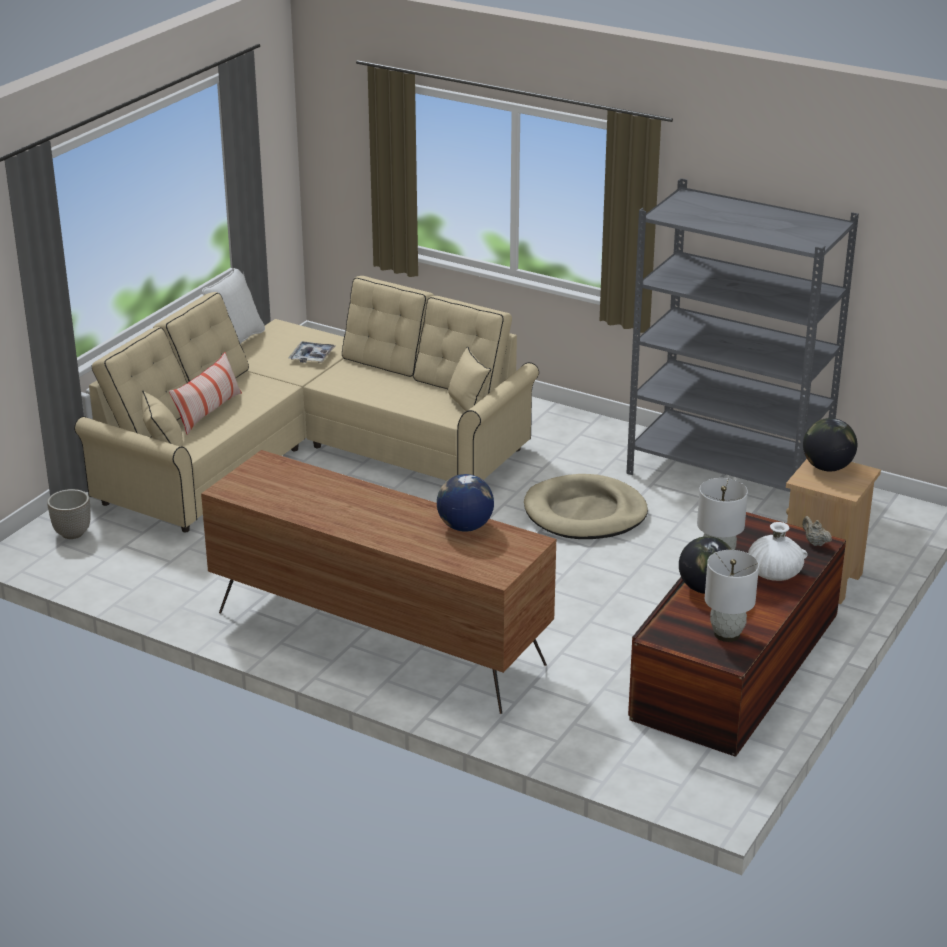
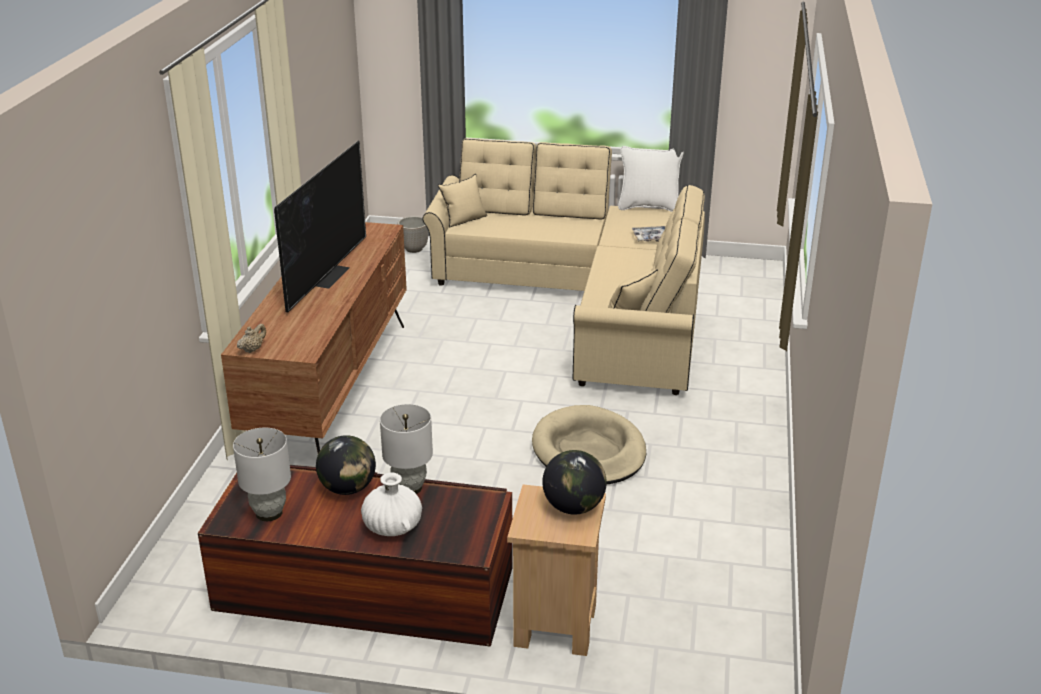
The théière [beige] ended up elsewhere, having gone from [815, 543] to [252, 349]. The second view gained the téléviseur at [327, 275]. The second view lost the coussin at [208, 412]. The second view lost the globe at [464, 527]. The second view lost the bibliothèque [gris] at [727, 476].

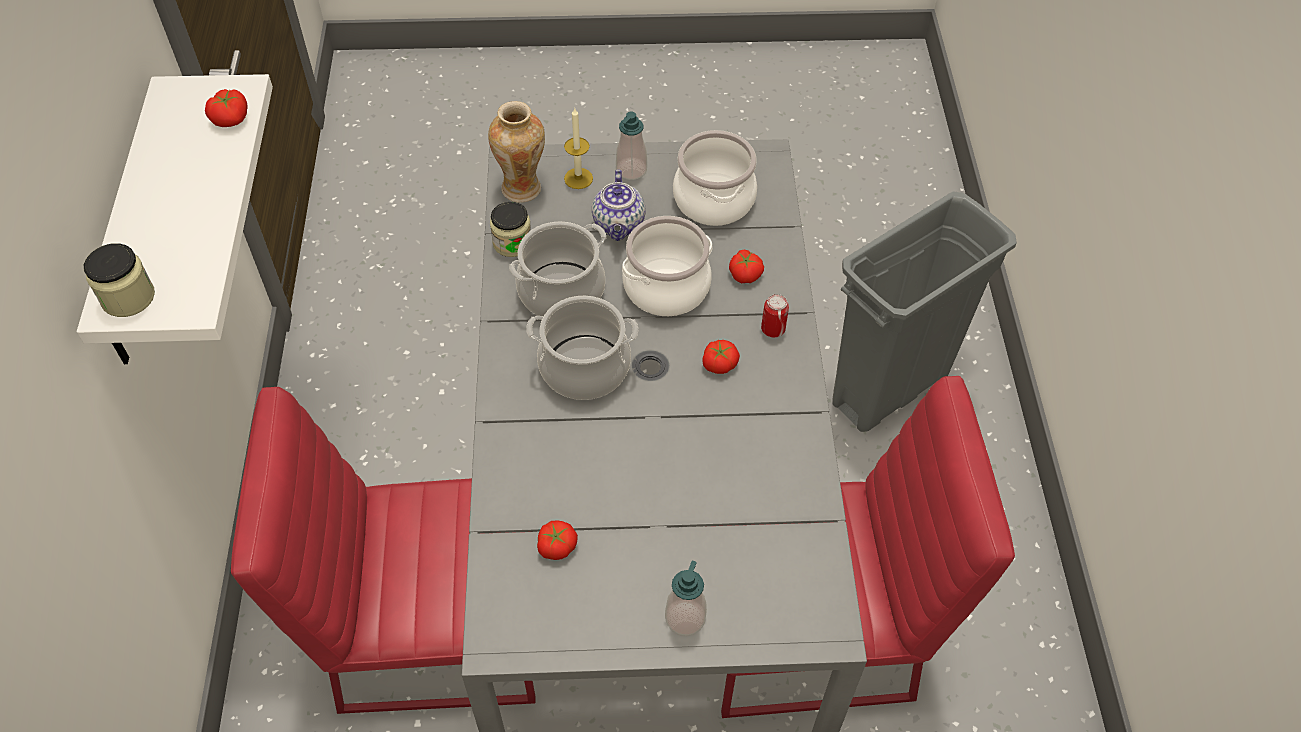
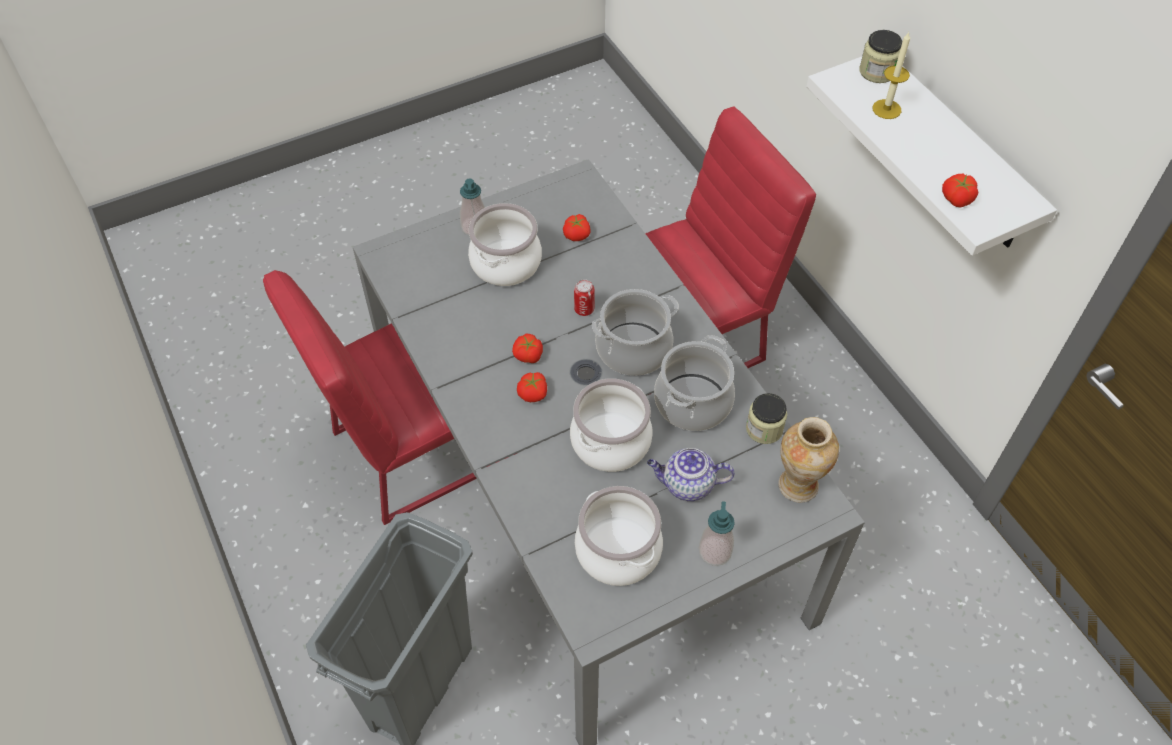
The second view gained the marmite at [506, 263]. The tomate ended up elsewhere, having gone from [745, 274] to [528, 355]. The boîte métallique ended up elsewhere, having gone from [773, 329] to [584, 309]. The théière at [619, 225] ended up facing another way, 60 degrees counterclockwise from before. The bougie ended up elsewhere, having gone from [578, 178] to [886, 109].

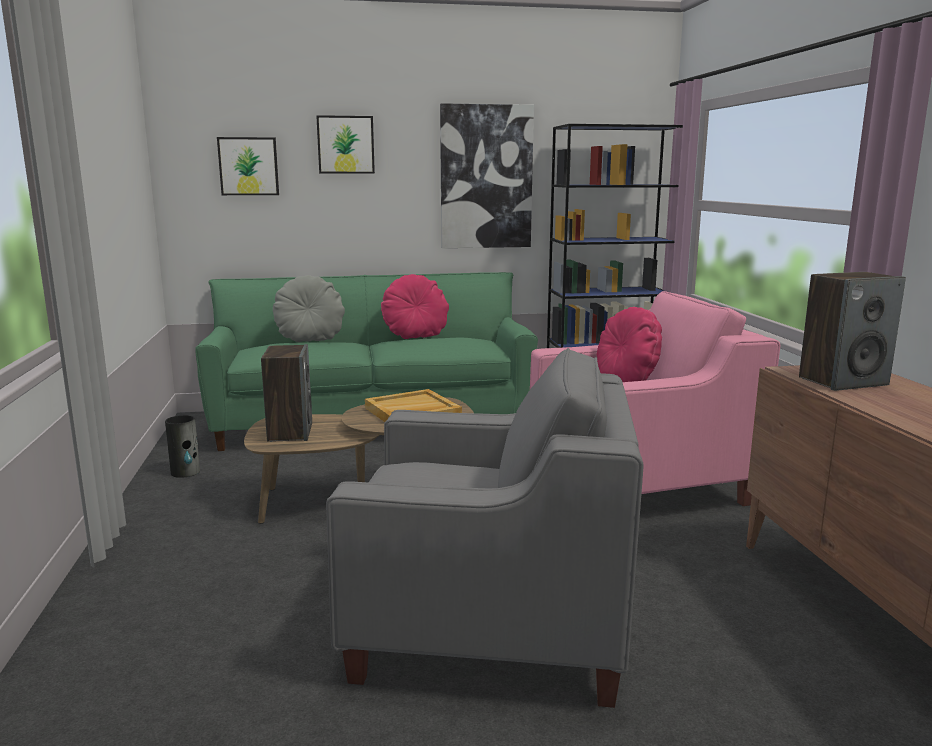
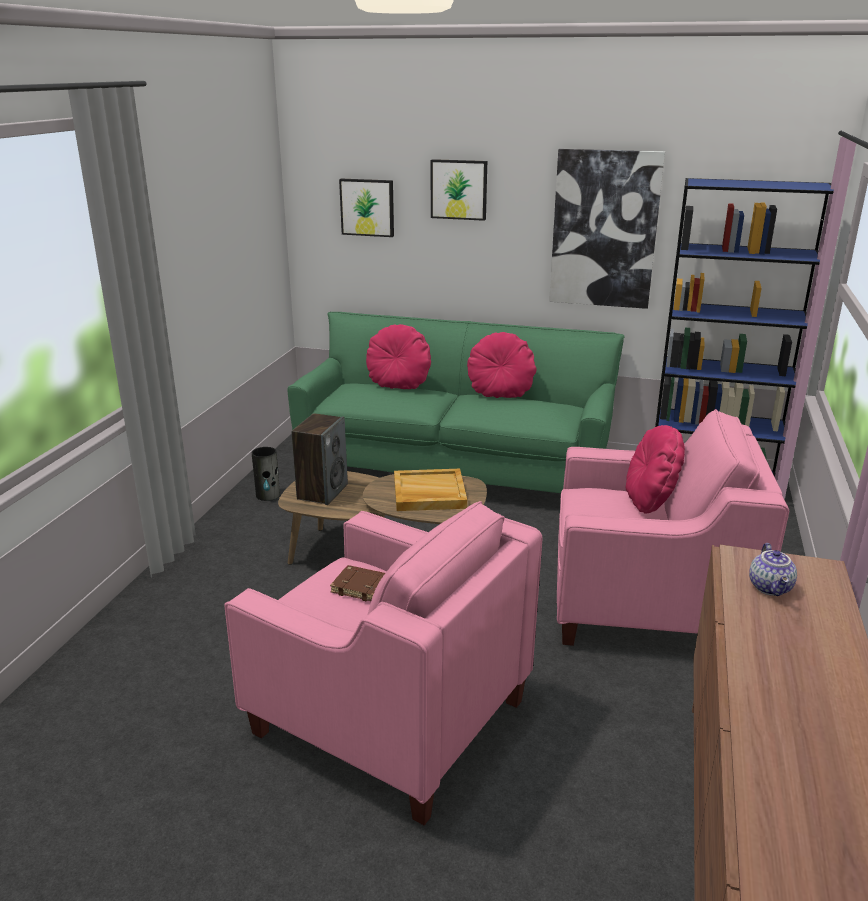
What was the fauteuil [gris] at [490, 625] turned into the fauteuil [rose] at [389, 718]. The second view gained the livre [marron] at [362, 587]. What was the coussin [gris] at [310, 340] turned into the coussin [rose] at [399, 386]. Where the enceinte stood at [843, 381], the théière came to stand at [771, 588].

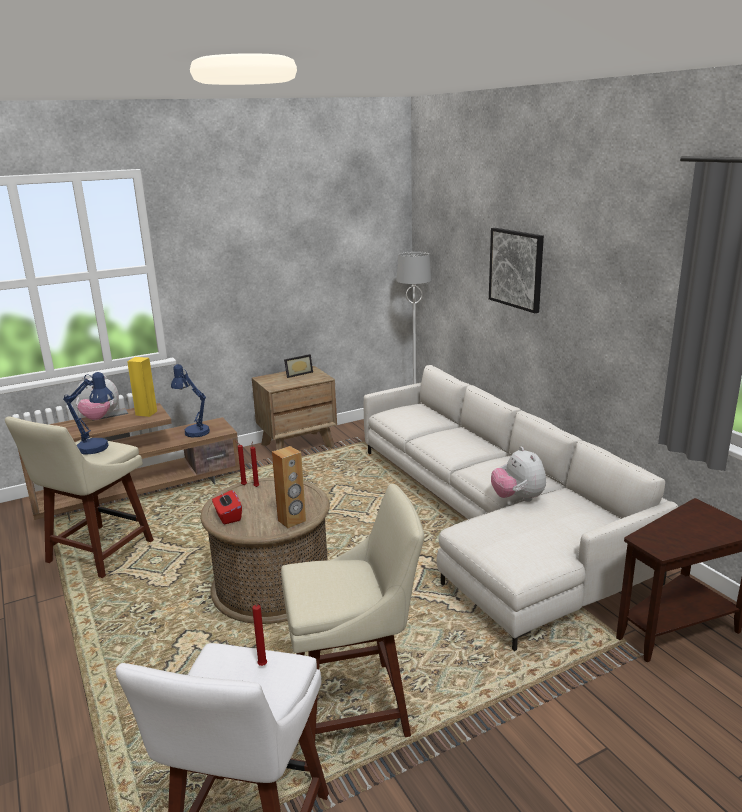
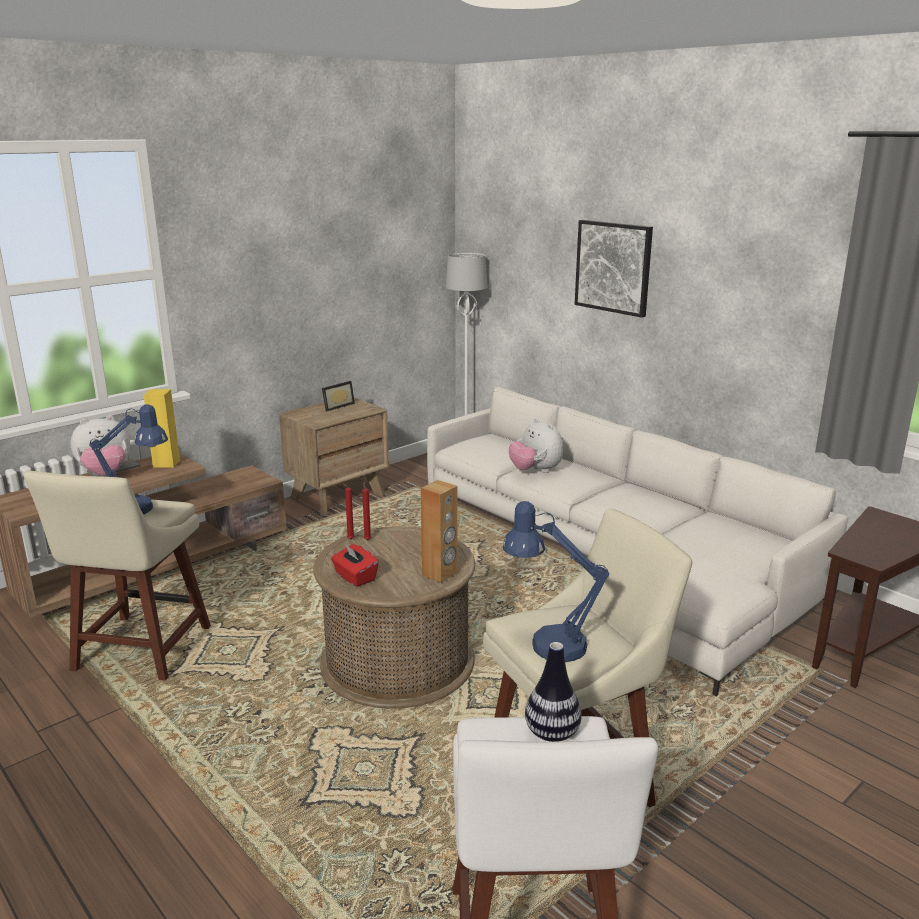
The lampe de table [bleu] ended up elsewhere, having gone from [193, 431] to [547, 643]. The peluche ended up elsewhere, having gone from [518, 498] to [535, 471]. Where the bougie [rouge] stood at [264, 665], the vase came to stand at [552, 733].

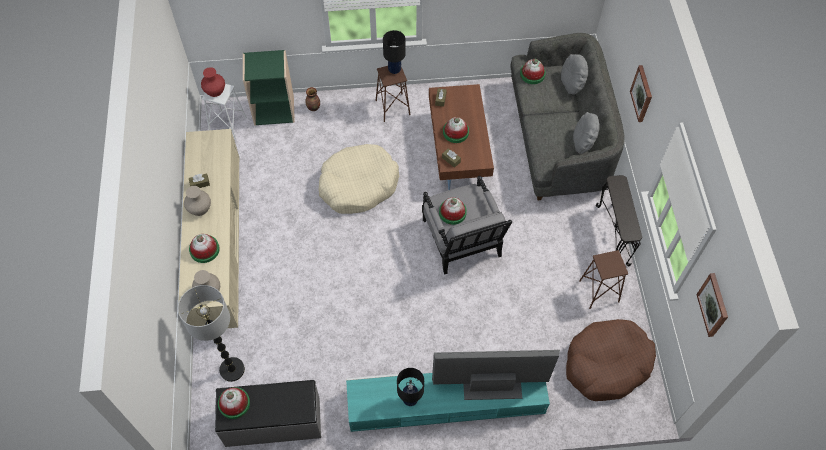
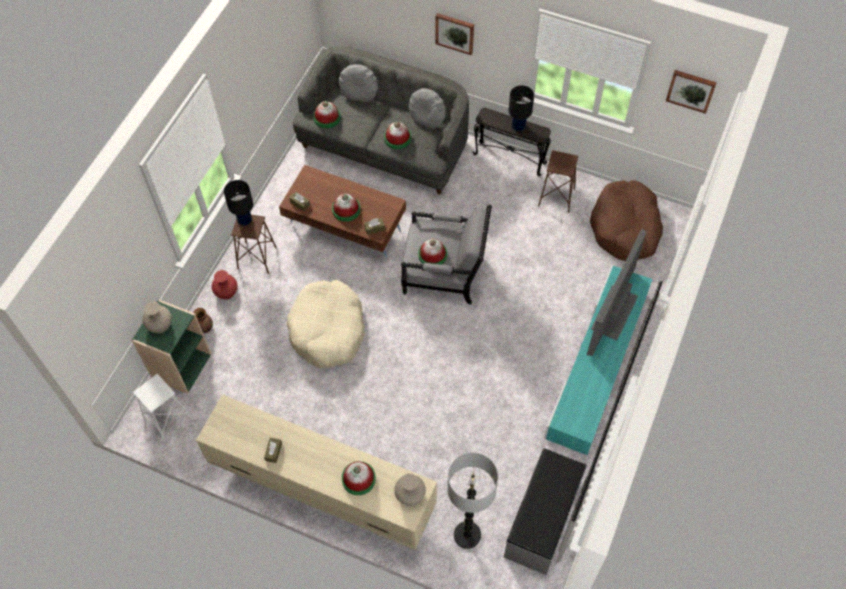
The vase [beige] ended up elsewhere, having gone from [199, 208] to [159, 324]. The vase [rouge] ended up elsewhere, having gone from [215, 90] to [226, 291]. The chapeau ended up elsewhere, having gone from [234, 403] to [397, 138]. The lampe de table [noir] ended up elsewhere, having gone from [410, 399] to [518, 127].

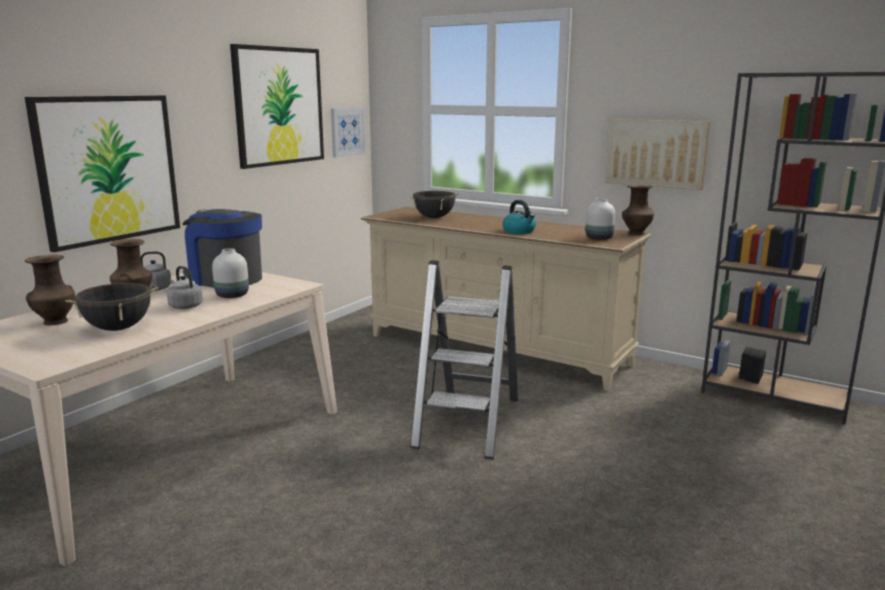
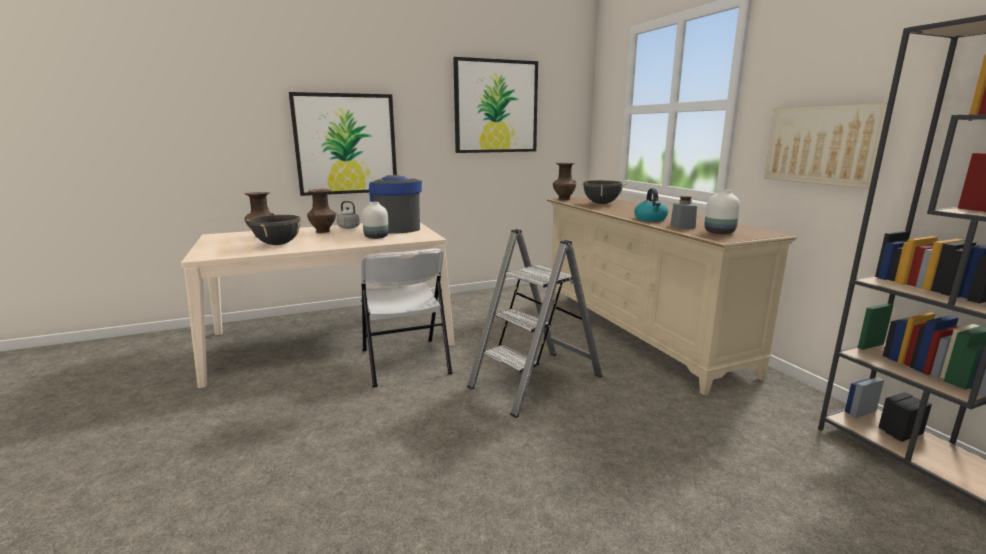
The second view gained the chaise [blanc] at [404, 362]. The vase [marron] ended up elsewhere, having gone from [636, 233] to [563, 199]. The second view gained the bocal [gris] at [682, 226]. The second view lost the bouilloire [gris] at [184, 306]. The second view lost the tableau at [347, 132].

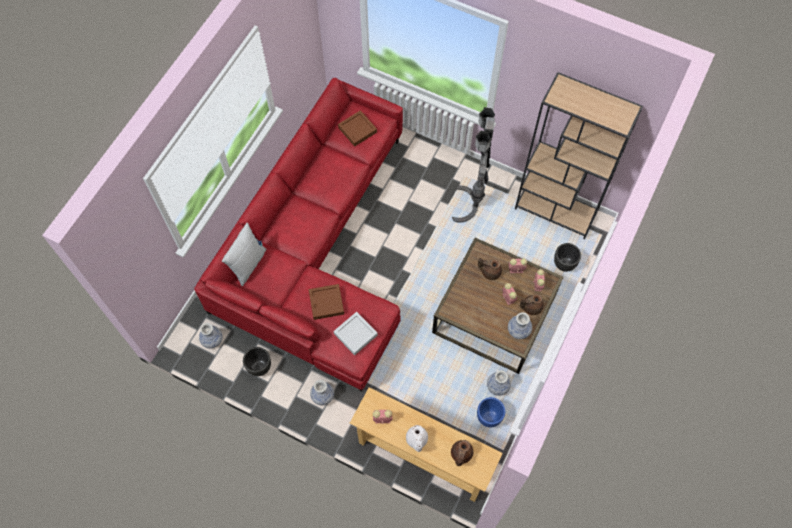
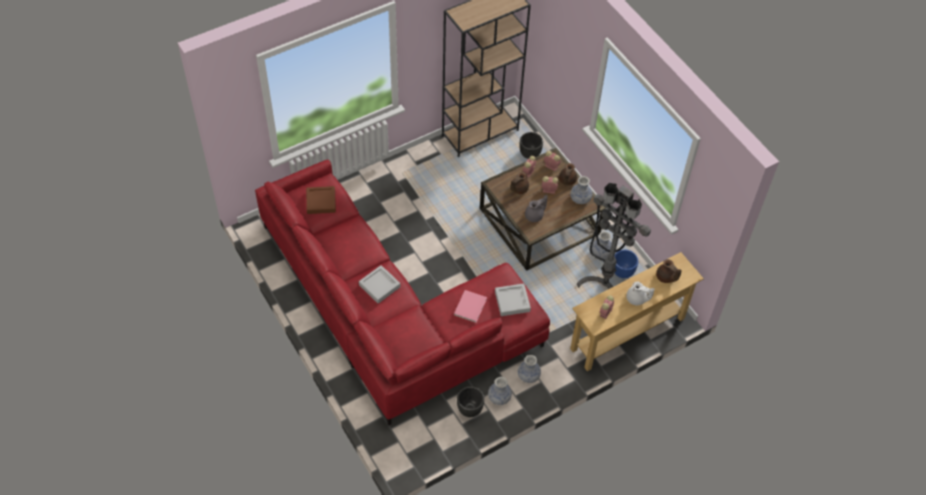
The second view gained the plateau [gris] at [379, 286]. Where the plateau [marron] stood at [326, 303], the livre [rose] came to stand at [469, 307]. The vase ended up elsewhere, having gone from [212, 340] to [499, 397]. The second view gained the théière [gris] at [535, 216]. The lampadaire [gris] ended up elsewhere, having gone from [472, 206] to [603, 285]. The second view lost the coussin [gris] at [248, 264].

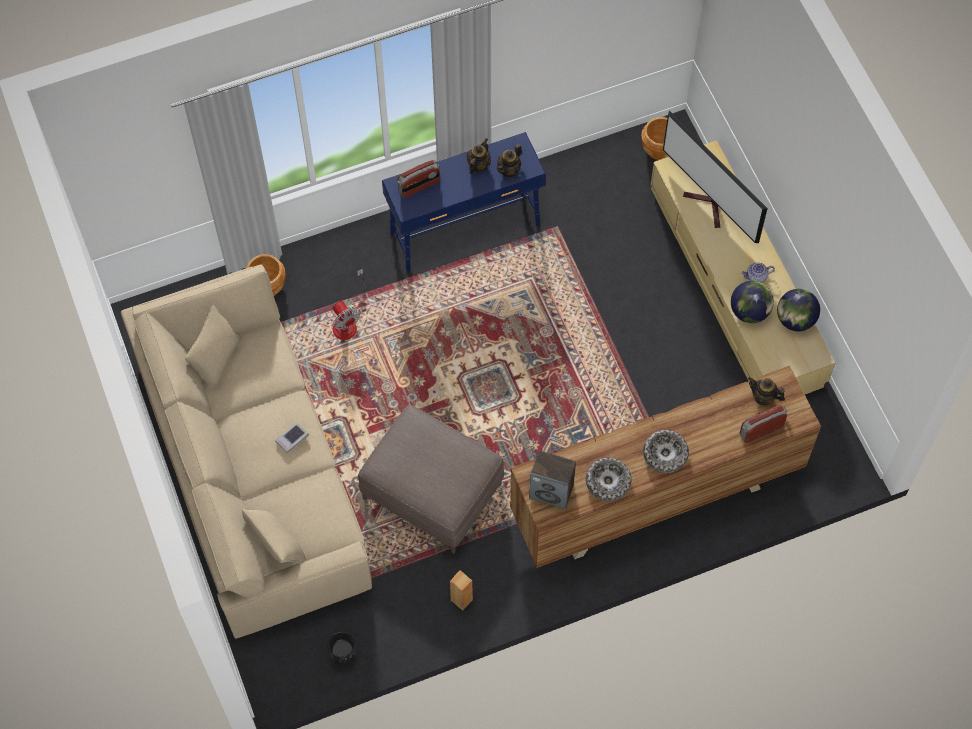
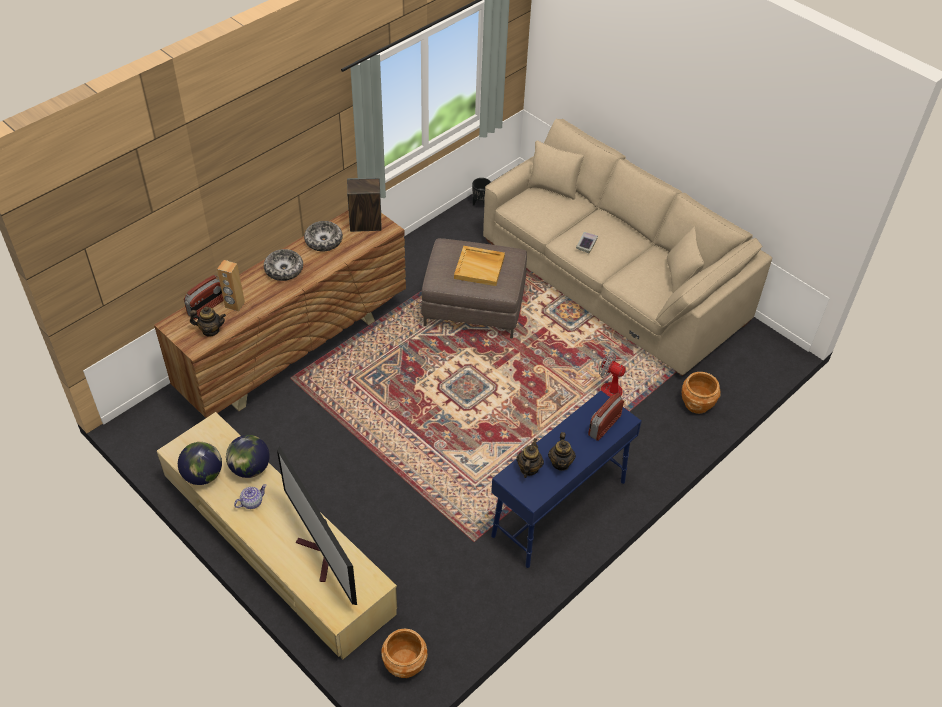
The enceinte [marron] ended up elsewhere, having gone from [462, 600] to [234, 305]. The téléviseur at [709, 206] ended up facing another way, 150 degrees counterclockwise from before. The second view gained the plateau [beige] at [480, 267].

